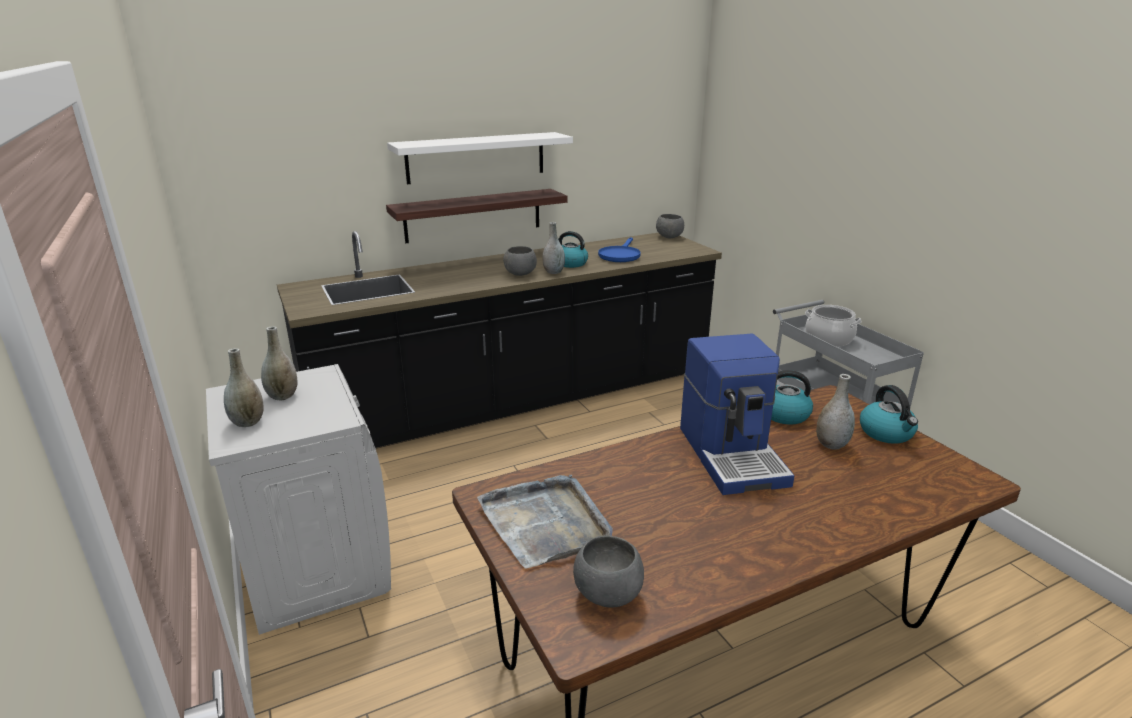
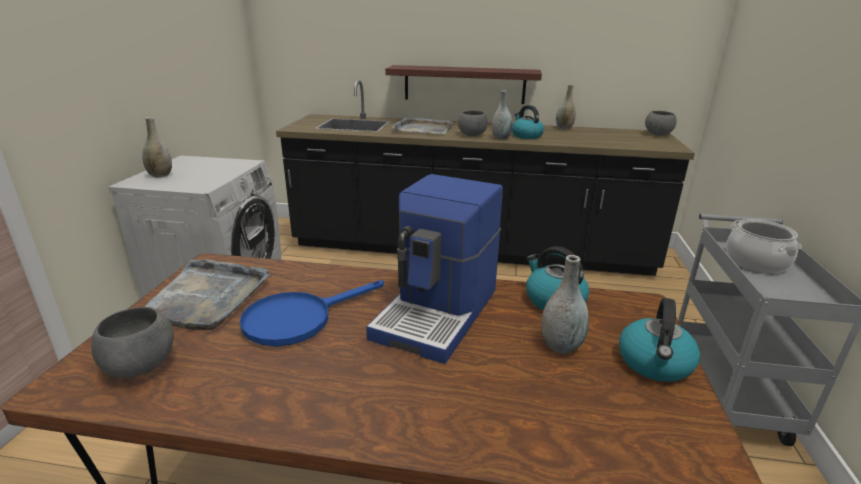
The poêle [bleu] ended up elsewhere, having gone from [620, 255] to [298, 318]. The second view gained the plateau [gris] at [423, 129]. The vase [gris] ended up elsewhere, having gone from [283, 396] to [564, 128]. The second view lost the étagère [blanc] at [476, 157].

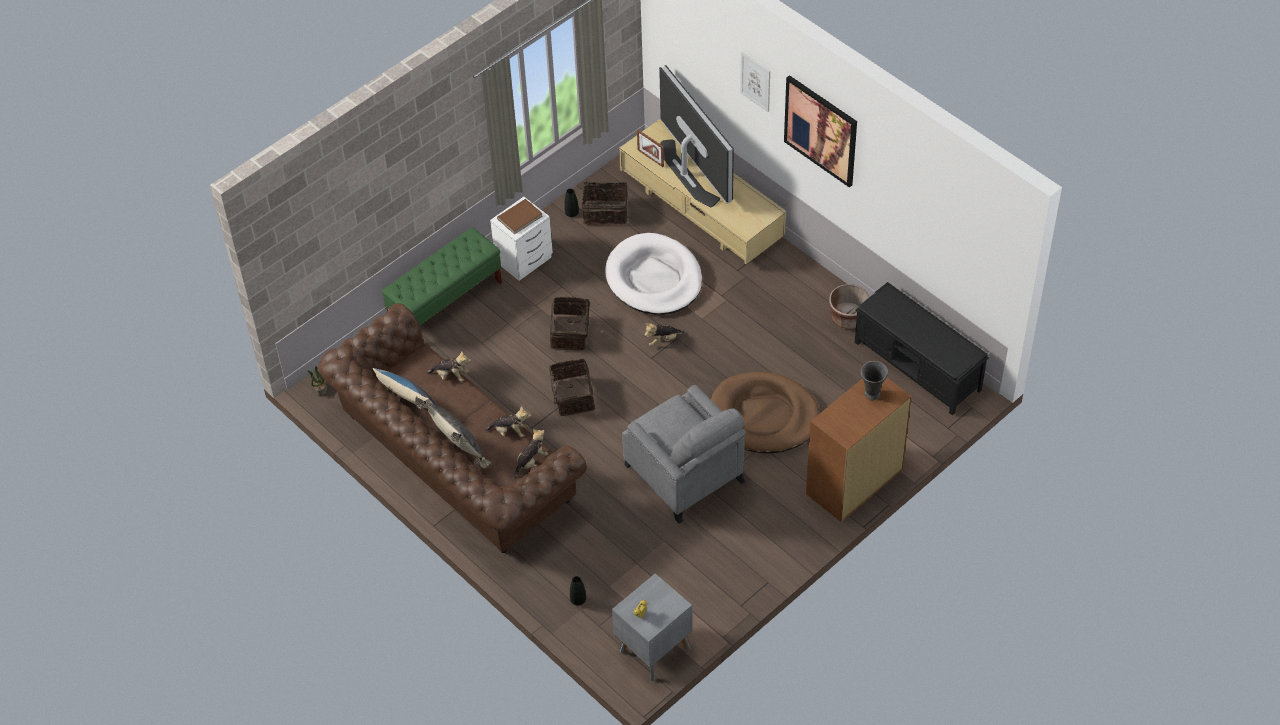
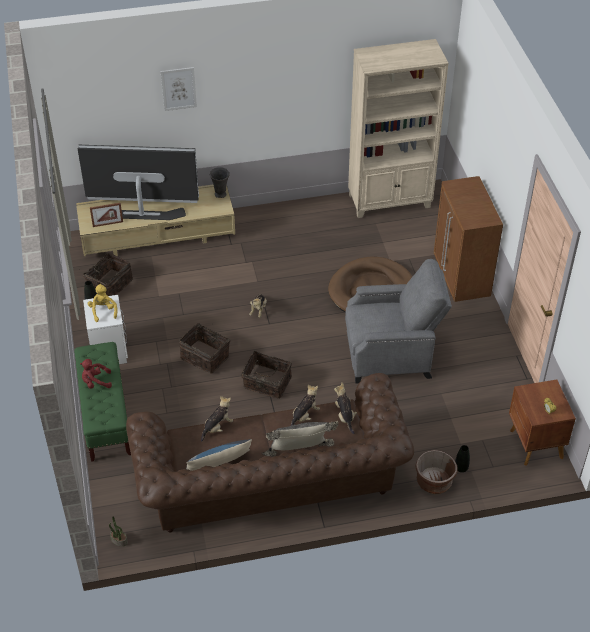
The second view gained the peluche [rouge] at [96, 382]. Where the livre [marron] stood at [520, 218], the peluche [jaune] came to stand at [103, 311]. The vase [gris] ended up elsewhere, having gone from [872, 394] to [220, 194]. Where the banc [noir] stood at [918, 366], the bibliothèque [beige] came to stand at [390, 201]. The cache-pot [marron] ended up elsewhere, having gone from [847, 317] to [434, 482]. What was the table de chevet [gris] at [653, 650] turned into the table de chevet [marron] at [535, 445]. The second view lost the panier pour chien [blanc] at [654, 278]. The second view lost the tableau at [821, 130].

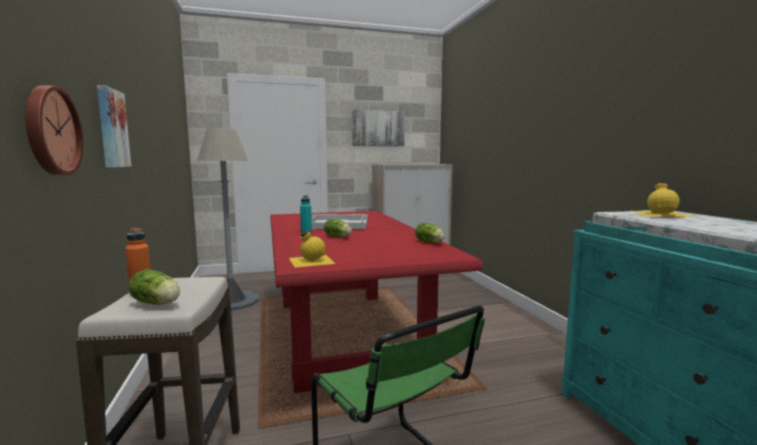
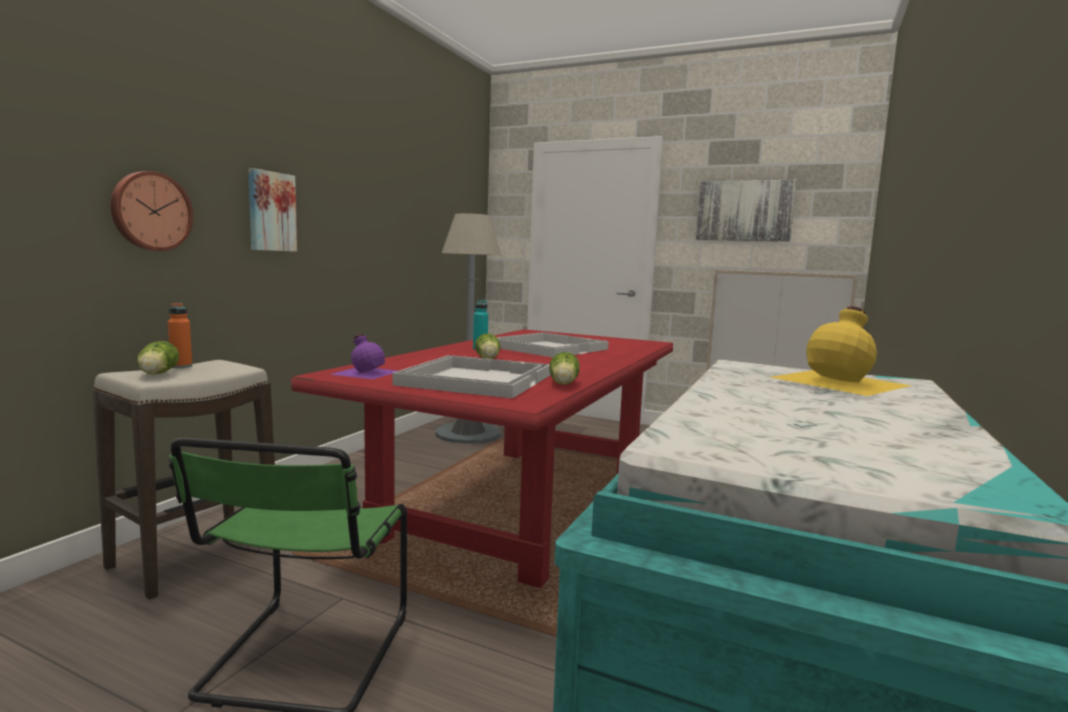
What was the bouteille [jaune] at [310, 260] turned into the bouteille [violet] at [365, 372]. The second view gained the plateau [blanc] at [475, 379].

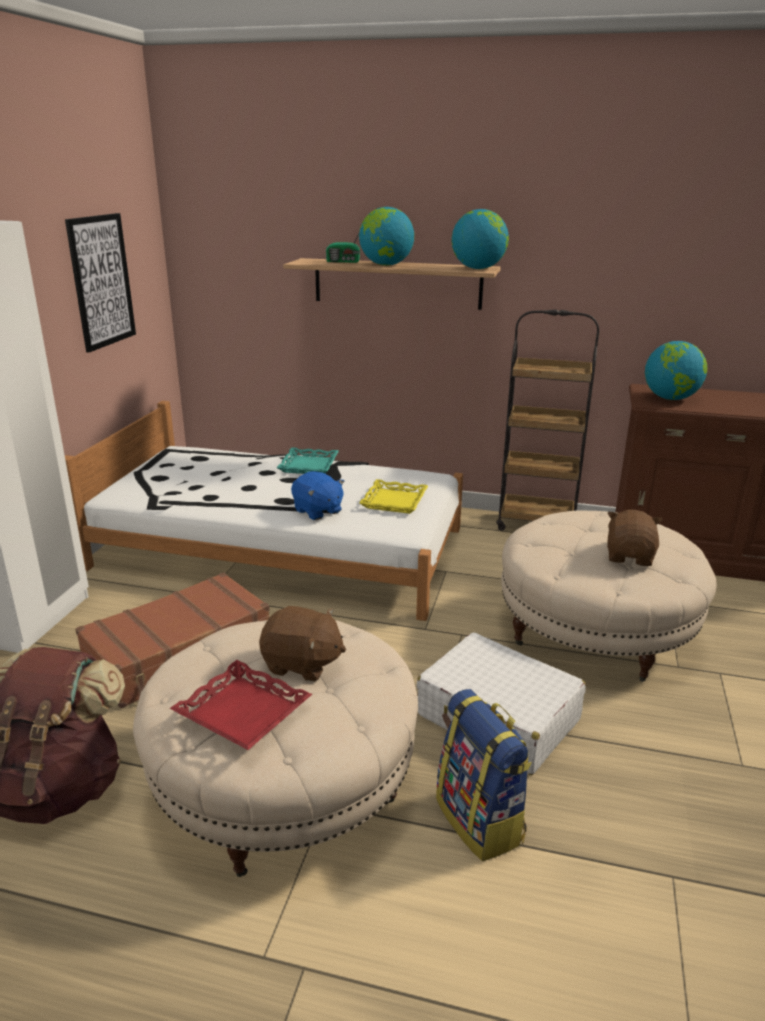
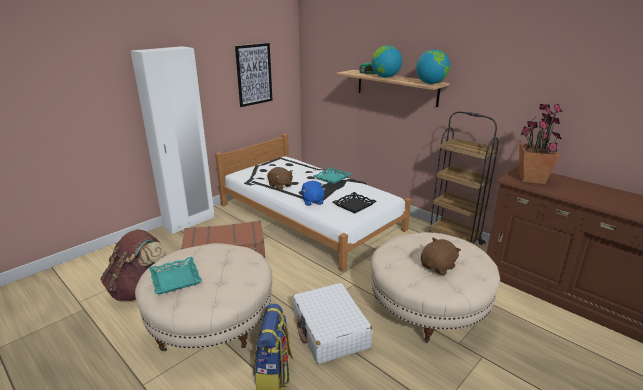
What was the plateau [rouge] at [242, 712] turned into the plateau [turquoise] at [175, 279]. The peluche [marron] ended up elsewhere, having gone from [302, 664] to [280, 186]. What was the plateau [jaune] at [393, 501] turned into the plateau [noir] at [354, 205]. Where the globe stood at [671, 398], the plante en pot came to stand at [531, 178].

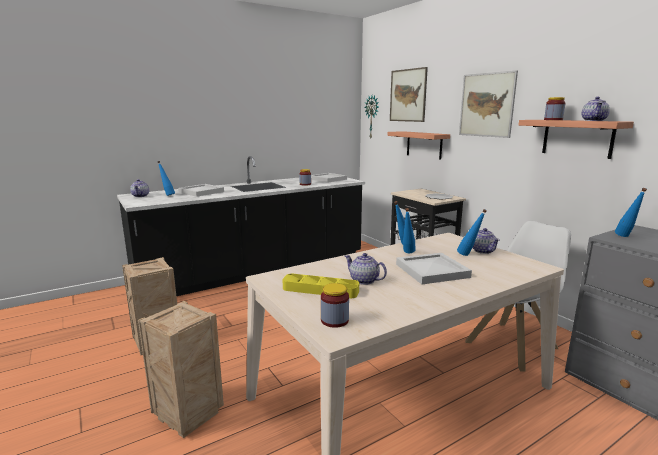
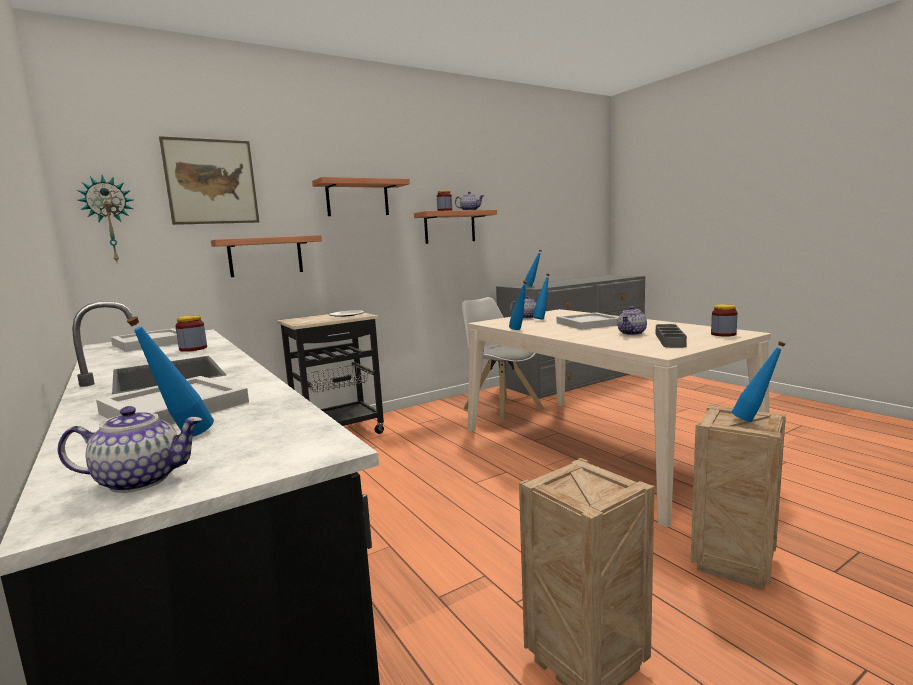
Where the tableau hung at [486, 105], the étagère came to hang at [357, 198]. What was the plateau [jaune] at [320, 290] turned into the plateau [gris] at [669, 339]. The bouteille [bleu] ended up elsewhere, having gone from [407, 253] to [755, 421].

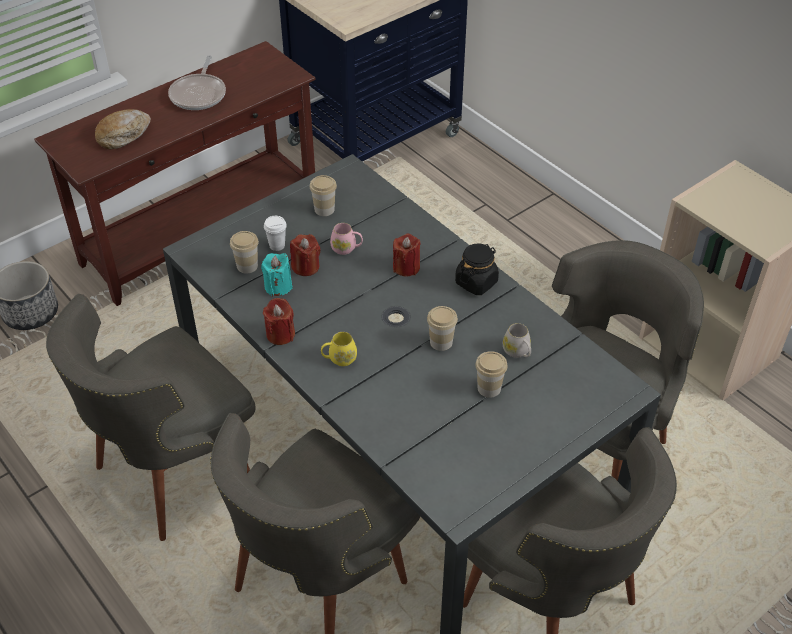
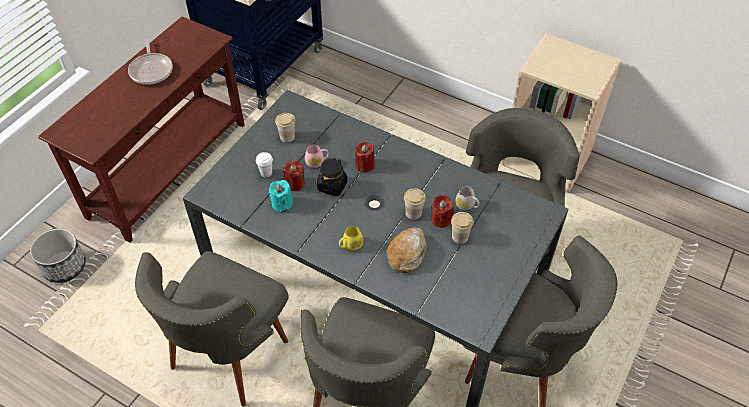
The bocal [noir] ended up elsewhere, having gone from [476, 282] to [332, 186]. The pain ended up elsewhere, having gone from [123, 135] to [407, 253]. The bougie [rouge] ended up elsewhere, having gone from [280, 334] to [441, 219]. The second view lost the tasse at [247, 266].

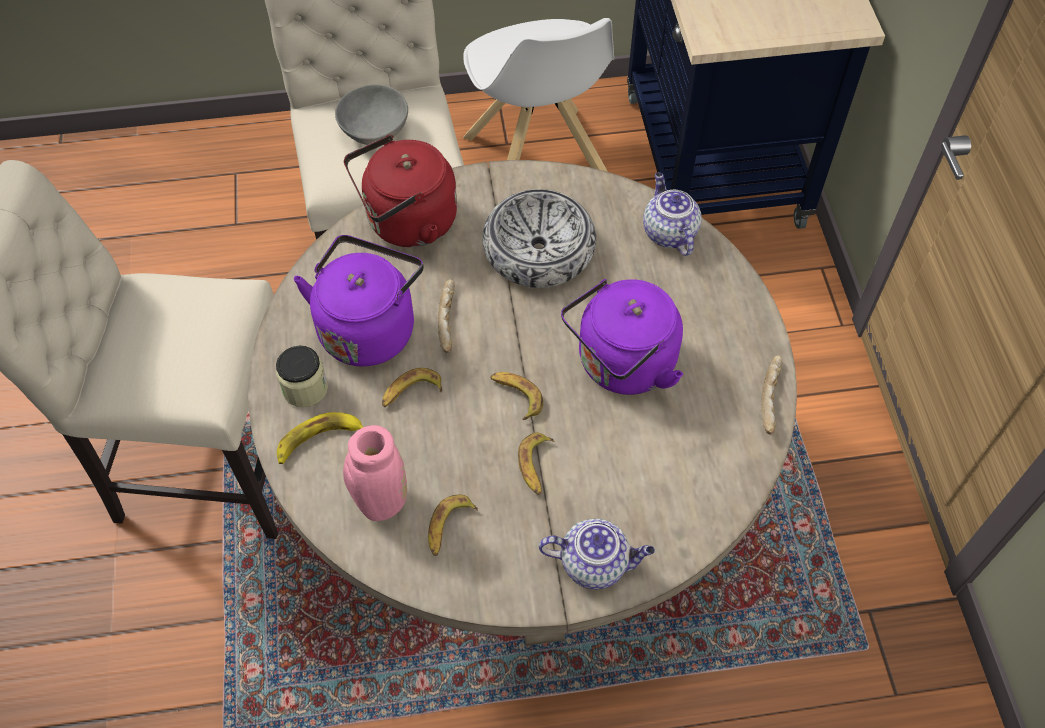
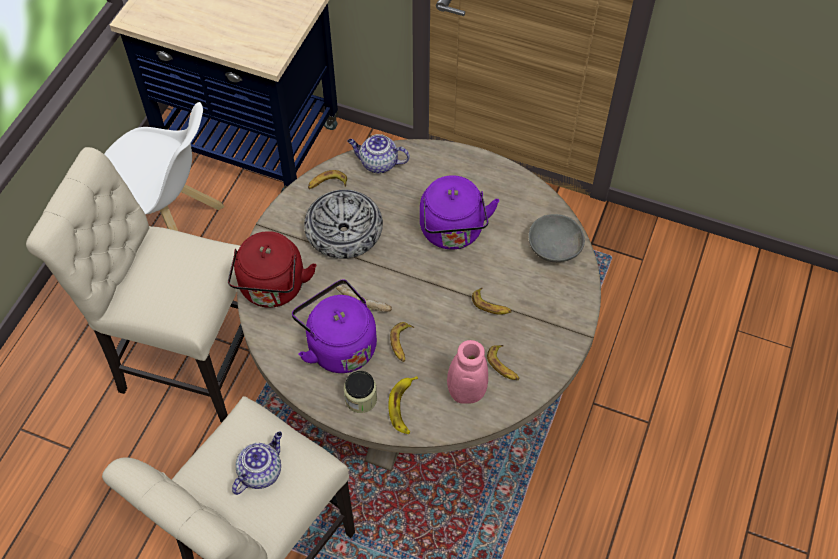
The théière ended up elsewhere, having gone from [595, 563] to [260, 471]. The banane ended up elsewhere, having gone from [516, 396] to [327, 184]. The bol [gris] ended up elsewhere, having gone from [373, 129] to [554, 248]. The second view lost the pain at [772, 399].

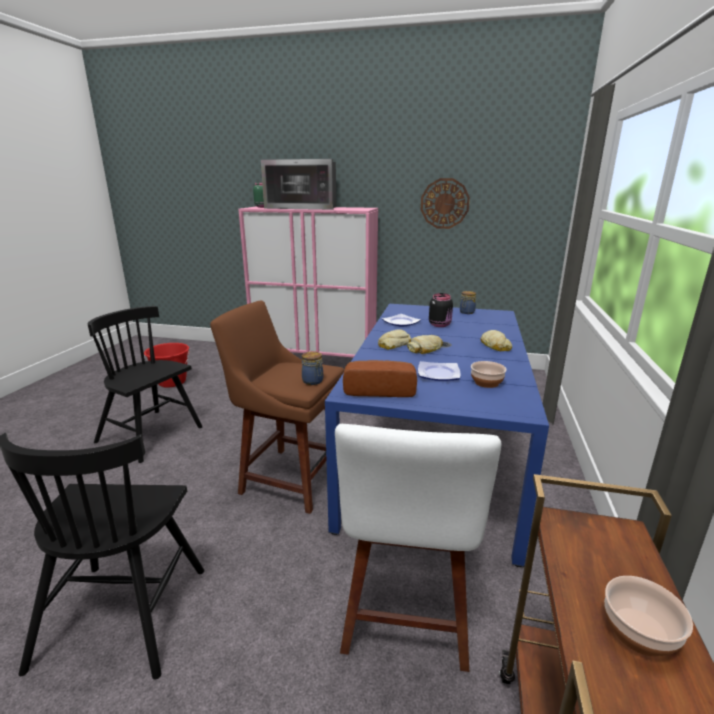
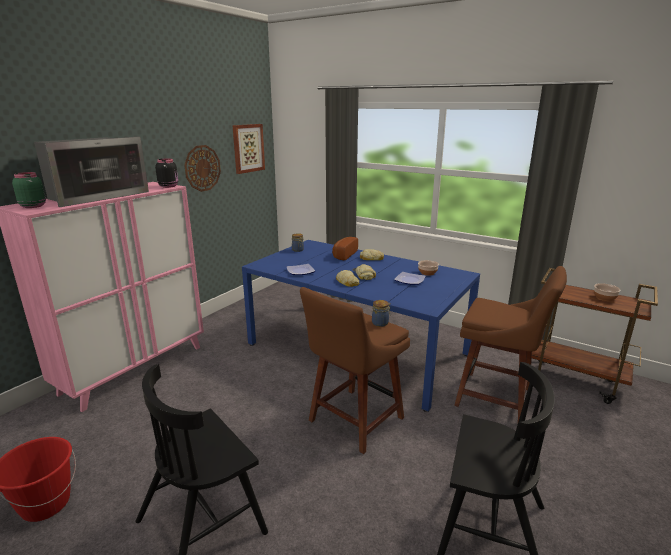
The bocal [noir] ended up elsewhere, having gone from [440, 325] to [169, 186]. The second view gained the tableau at [248, 148]. The pain ended up elsewhere, having gone from [379, 390] to [343, 255]. What was the tabouret [blanc] at [404, 615] turned into the tabouret [marron] at [497, 398].

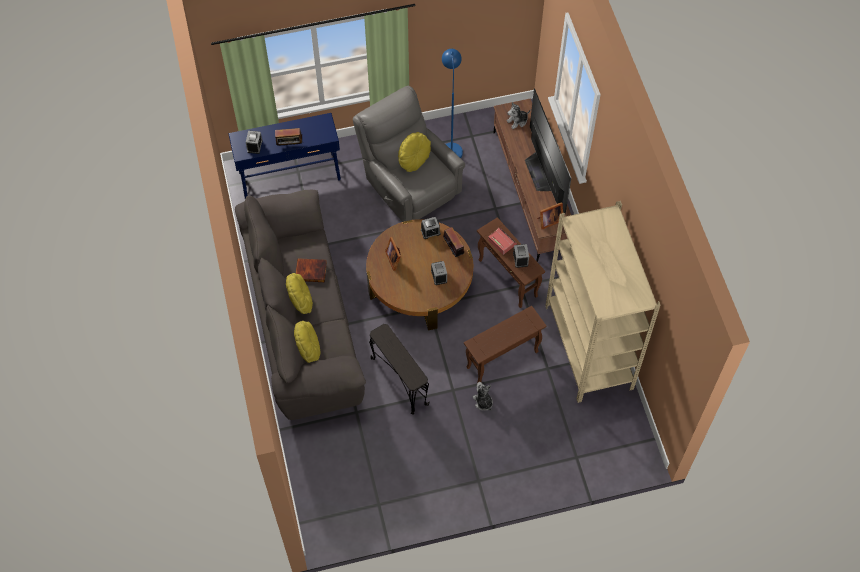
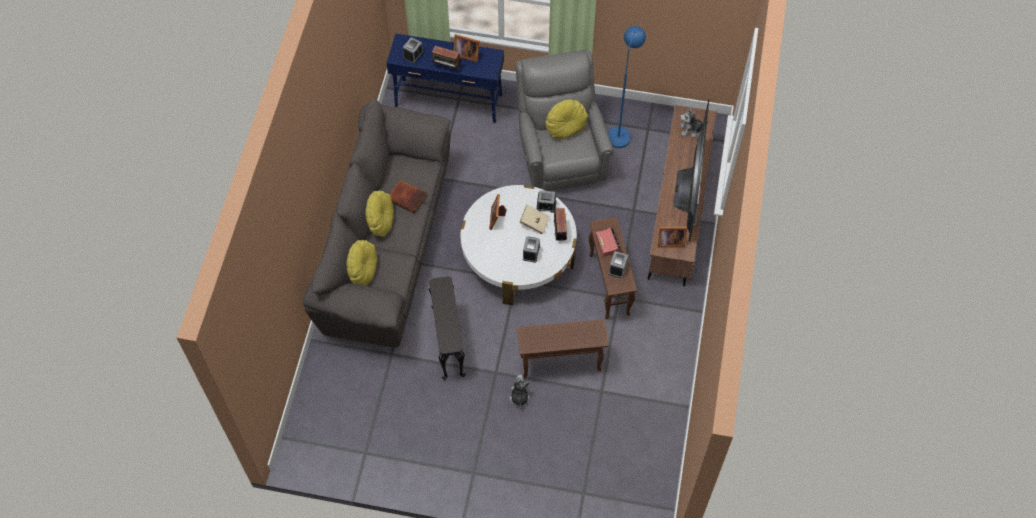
The second view gained the cadre photo at [466, 54]. What was the table basse [marron] at [420, 284] turned into the table basse [blanc] at [518, 255]. The second view gained the livre [beige] at [534, 223]. The second view lost the bibliothèque [beige] at [588, 347].

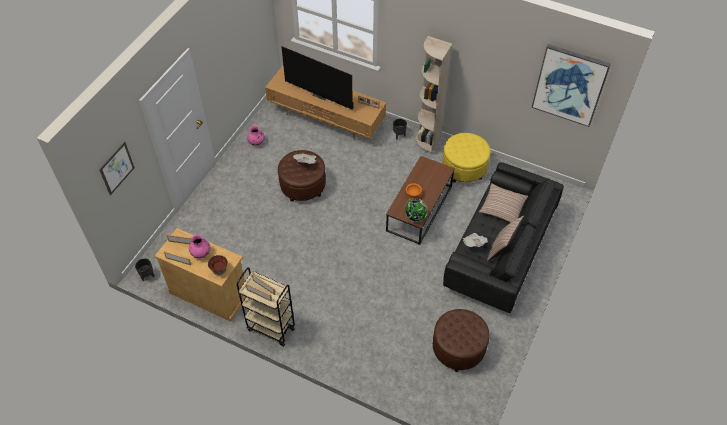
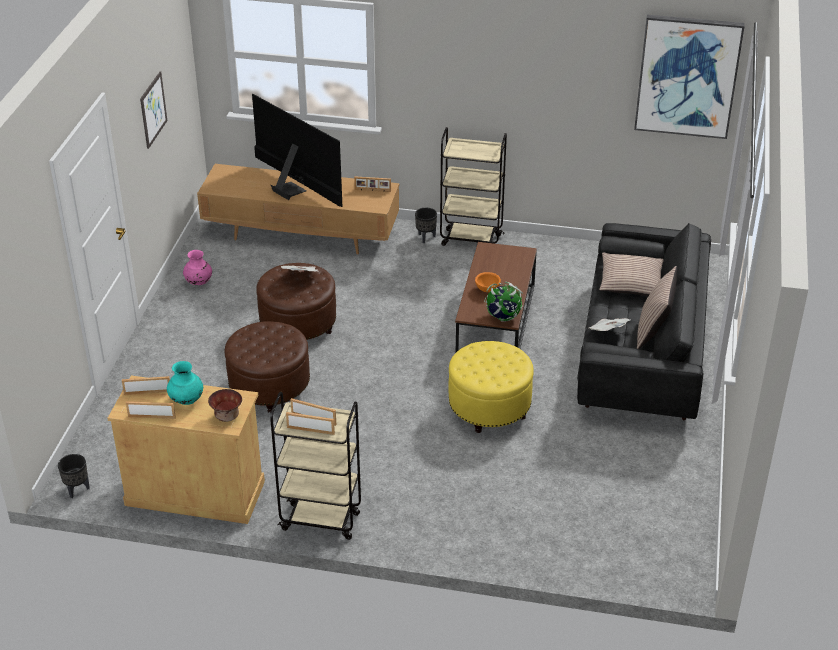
The tableau ended up elsewhere, having gone from [117, 168] to [153, 109]. What was the vase [rose] at [201, 253] turned into the vase [turquoise] at [187, 400]. The pouf [marron] ended up elsewhere, having gone from [458, 349] to [269, 388]. The téléviseur at [321, 95] ended up facing another way, 150 degrees counterclockwise from before. Where the bibliothèque [beige] stood at [426, 143], the chariot [beige] came to stand at [472, 240]. The pouf [jaune] ended up elsewhere, having gone from [464, 169] to [489, 408].

